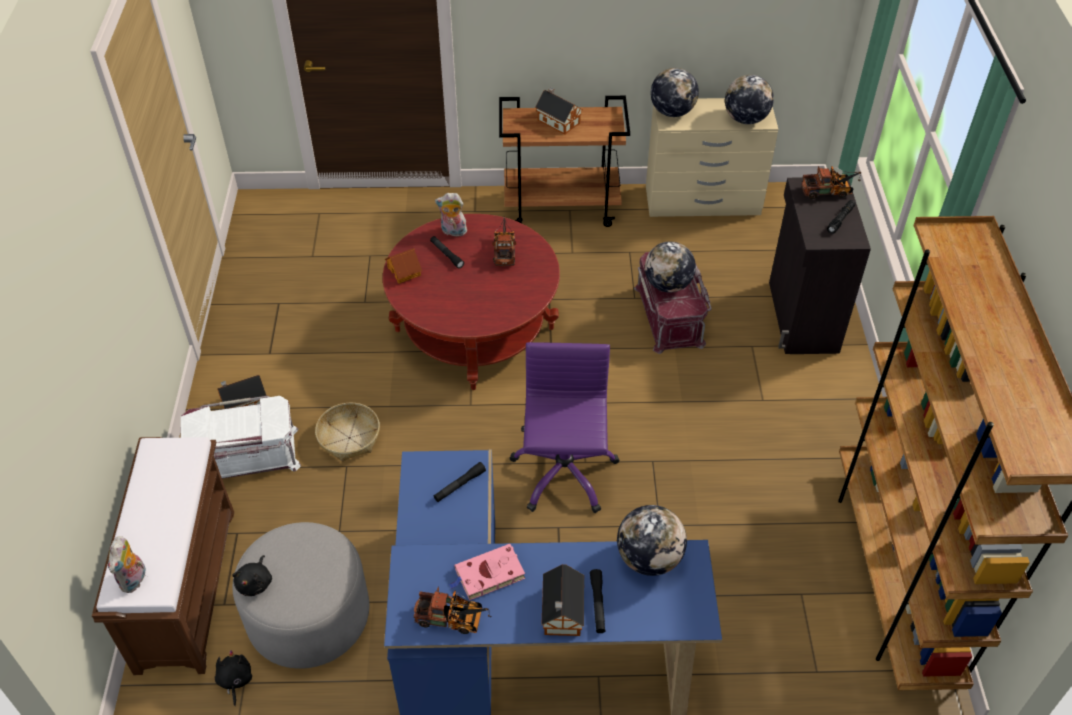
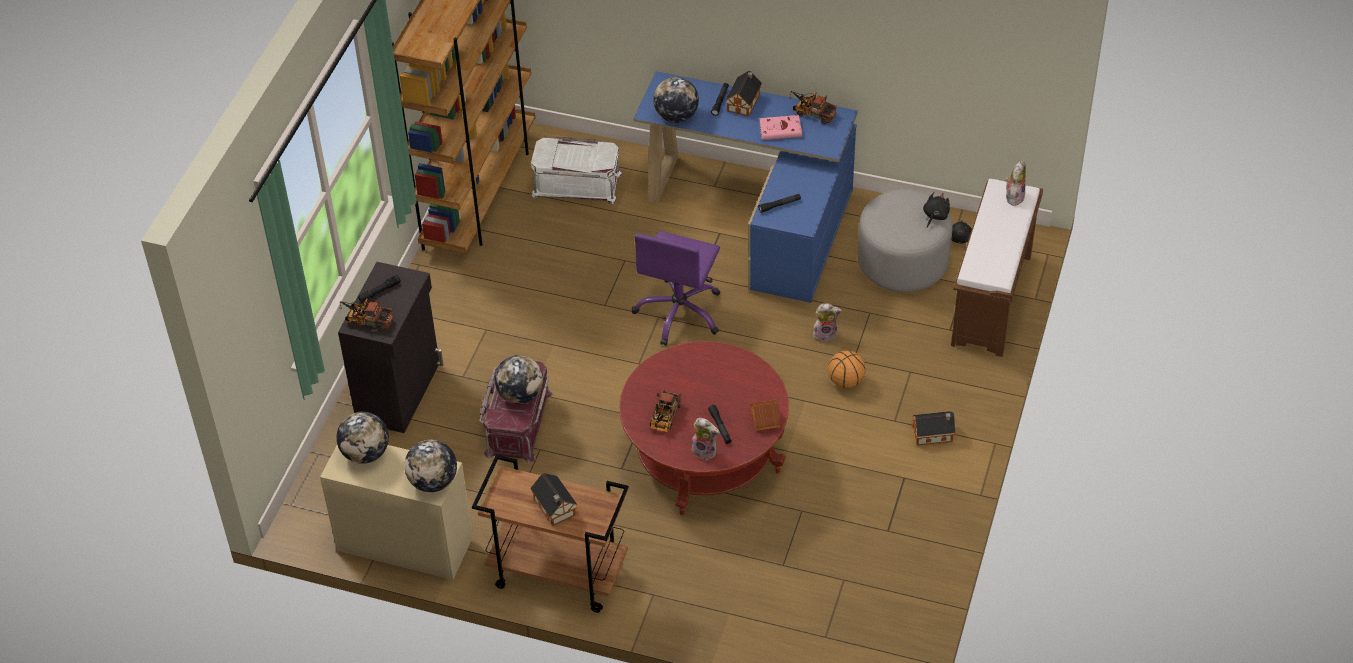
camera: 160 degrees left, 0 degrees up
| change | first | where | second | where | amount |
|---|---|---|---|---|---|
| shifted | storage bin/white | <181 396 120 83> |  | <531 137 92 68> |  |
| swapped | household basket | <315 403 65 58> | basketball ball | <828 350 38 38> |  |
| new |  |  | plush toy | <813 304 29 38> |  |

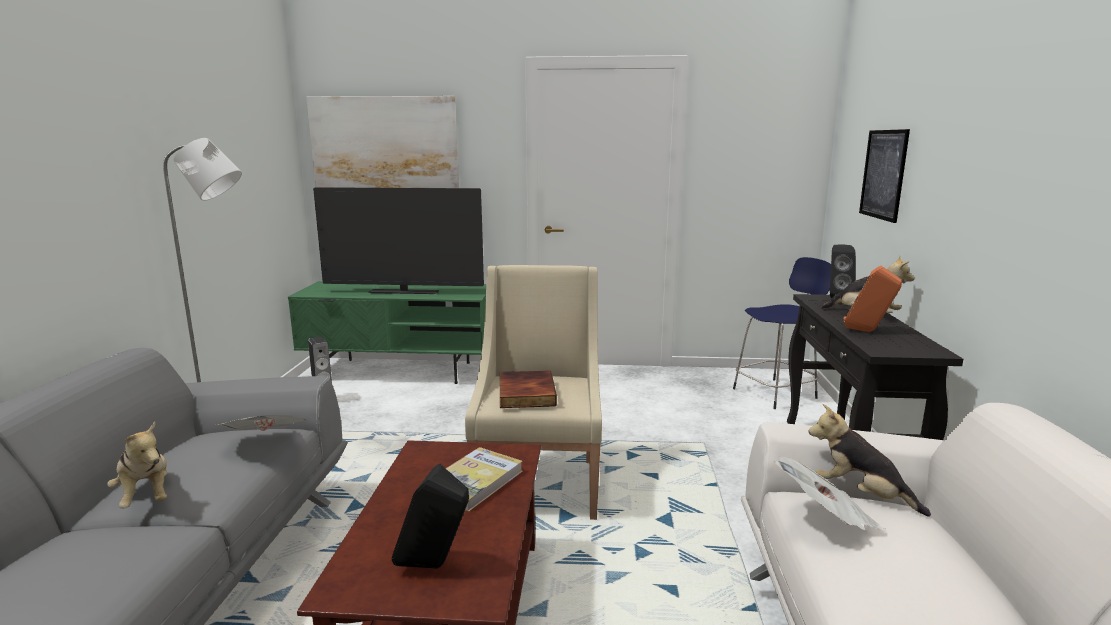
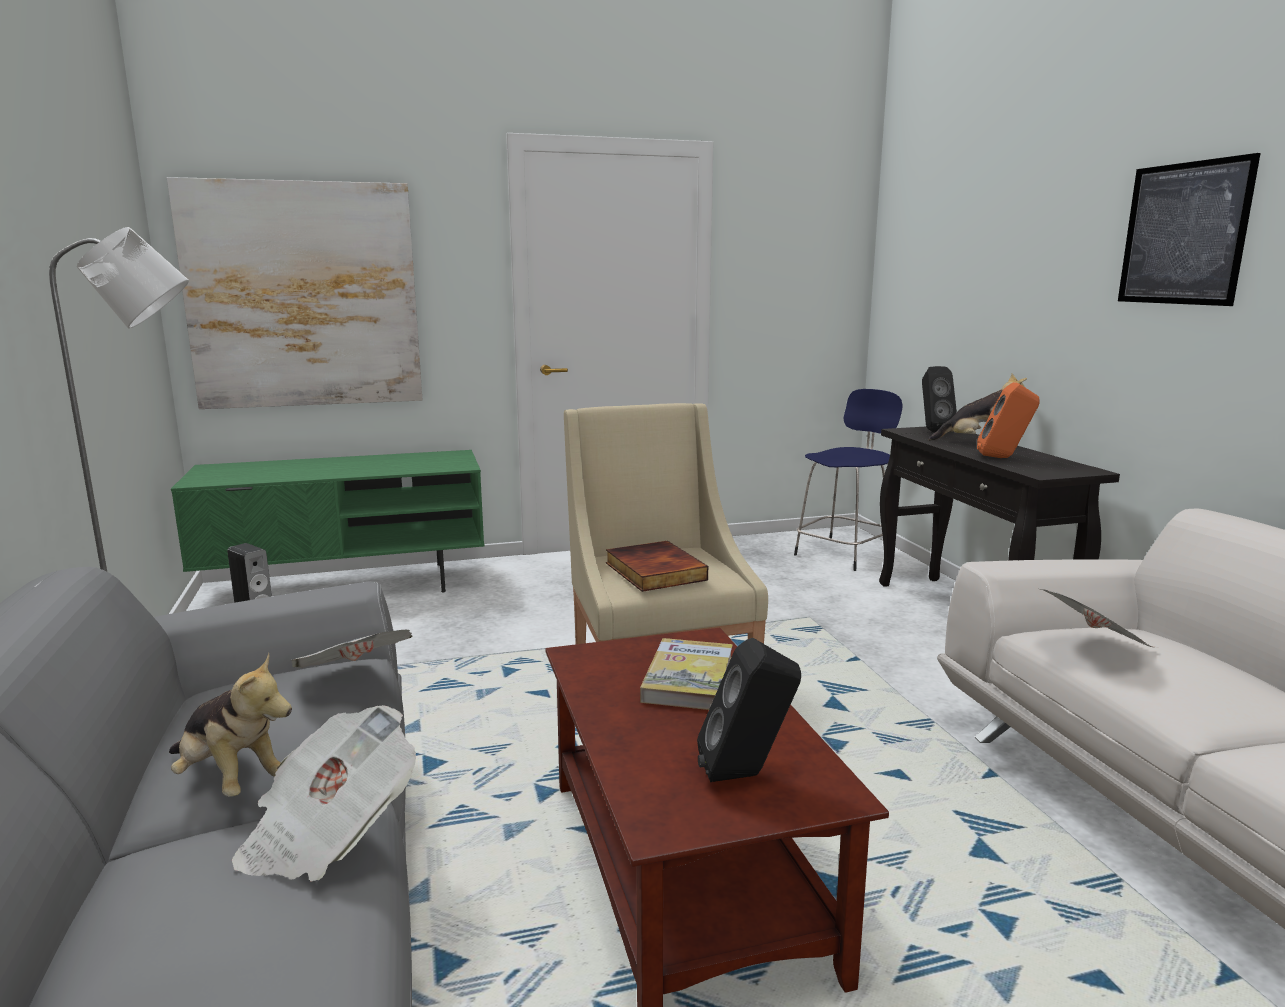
camera: 20 degrees left, 0 degrees up
| change | first | where | second | where | amount |
|---|---|---|---|---|---|
| shifted | wall art | <859 129 51 94> |  | <1118 153 143 153> |  |
| gone | TV set | <313 187 171 107> |  |  |  |
| gone | plush toy | <808 404 123 113> |  |  |  |
| new |  |  | printed paper | <232 705 184 177> |  |

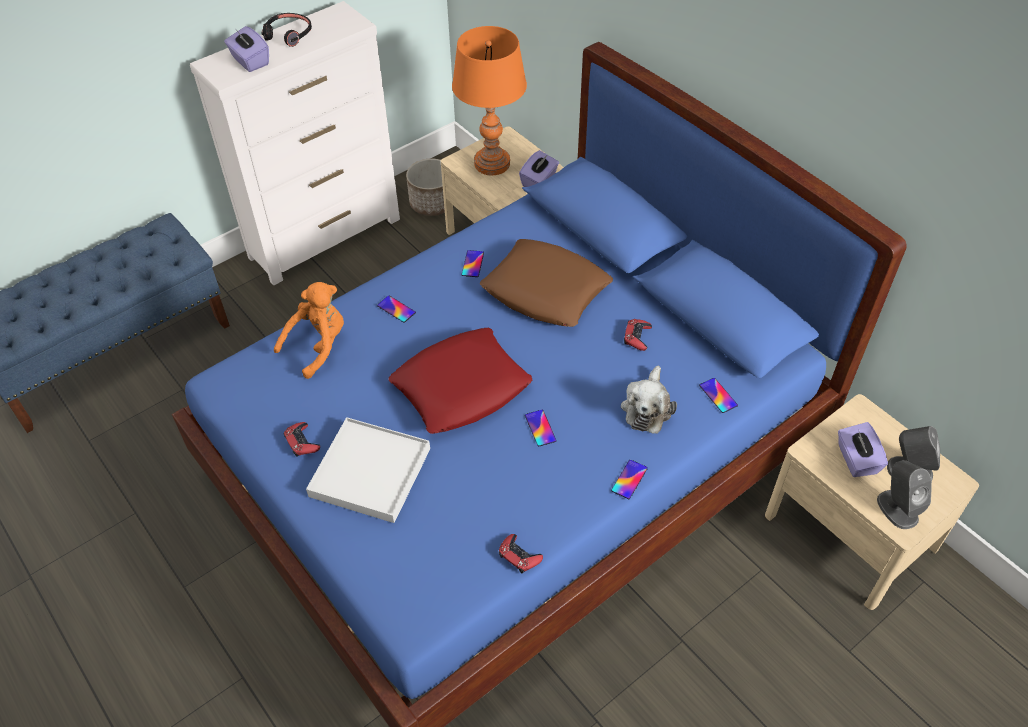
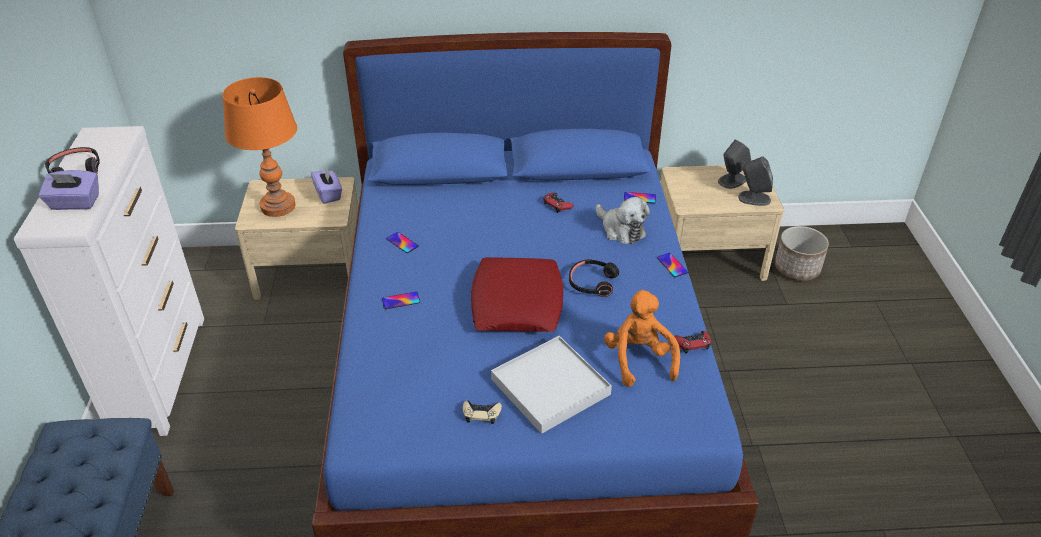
camera: 55 degrees left, 10 degrees down
| change | first | where | second | where | amount |
|---|---|---|---|---|---|
| shifted | plant pot | <406 159 48 57> |  | <775 226 54 55> |  |
| gone | cushion/brownish | <480 239 133 88> |  |  |  |
| shifted | plush toy/orange-coloured | <274 282 70 97> |  | <604 290 76 97> |  |
| swapped | phone | <525 410 32 36> | headset/black-coloured | <569 259 50 38> |  |
| repainted | game controller/red-coloured | <283 422 37 35> | game controller/beige-coloured | <463 400 39 24> |  |
| gone | box of tissues/purple-coloured | <838 422 50 55> |  |  |  |

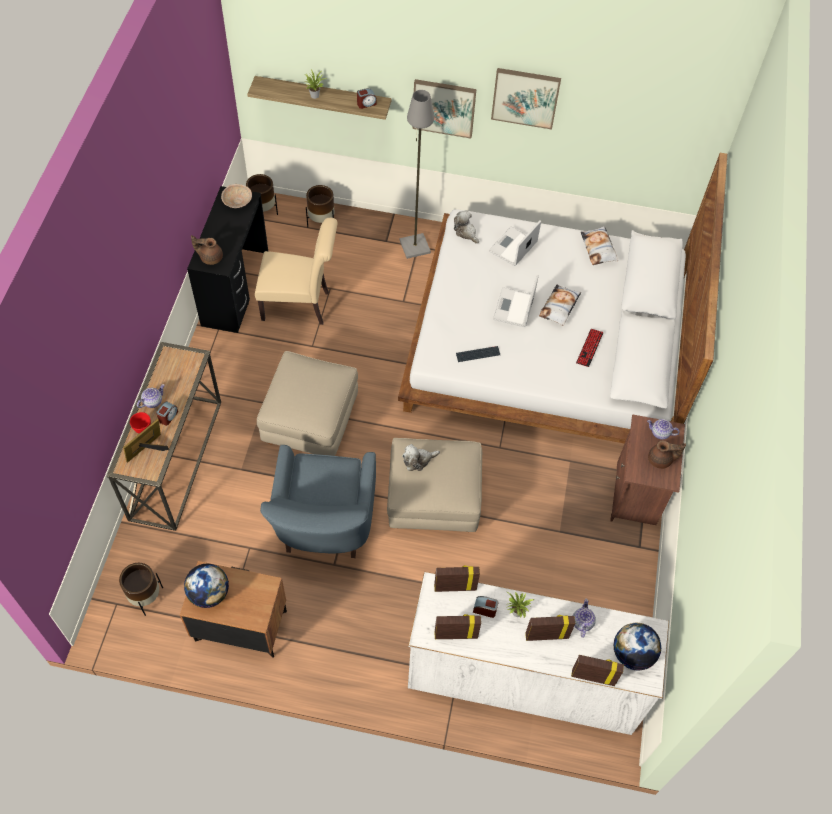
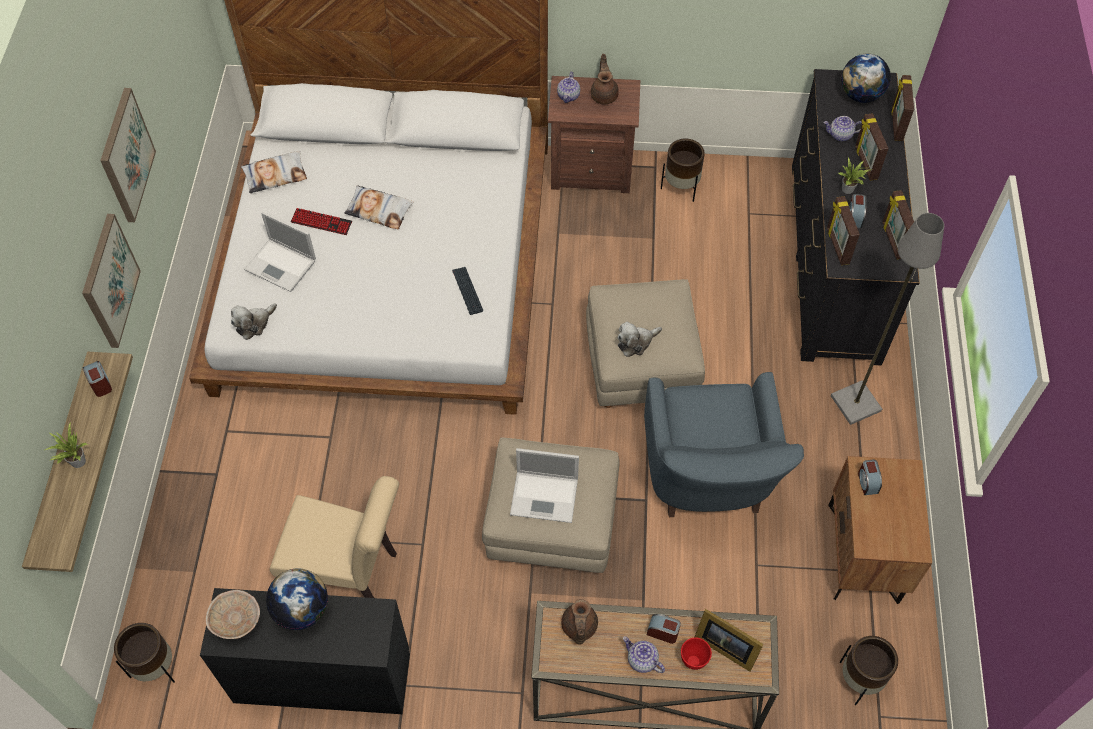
camera: 95 degrees left, 0 degrees up
| change | first | where | second | where | amount |
|---|---|---|---|---|---|
| shifted | standing lamp/grey | <400 90 34 169> |  | <831 213 113 212> |  |
| shifted | plant pot/brownish | <306 185 29 42> |  | <661 138 44 64> |  |
| rotated | upright chair/beige-coloured | <255 218 83 107> |  | <270 476 129 122> | 105 degrees clockwise |
| shifted | pot for tea/brownish | <191 235 32 30> |  | <562 599 36 45> |  |
| shifted | laptop | <493 275 46 52> |  | <510 448 69 75> |  |
| shifted | keyboard | <576 329 28 38> |  | <291 208 61 27> |  |
| rotated | plush toy | <402 444 38 27> |  | <618 322 44 35> | 90 degrees clockwise |
| rotated | lounge chair/bluish | <260 445 116 113> |  | <644 372 160 145> | 90 degrees clockwise |
| shifted | globe | <184 563 45 45> |  | <266 568 62 62> |  |
| repainted | dresser/white | <408 572 261 163> | dresser/black-coloured | <792 69 128 297> |  |
| new |  |  | alarm clock | <858 459 24 36> |  |

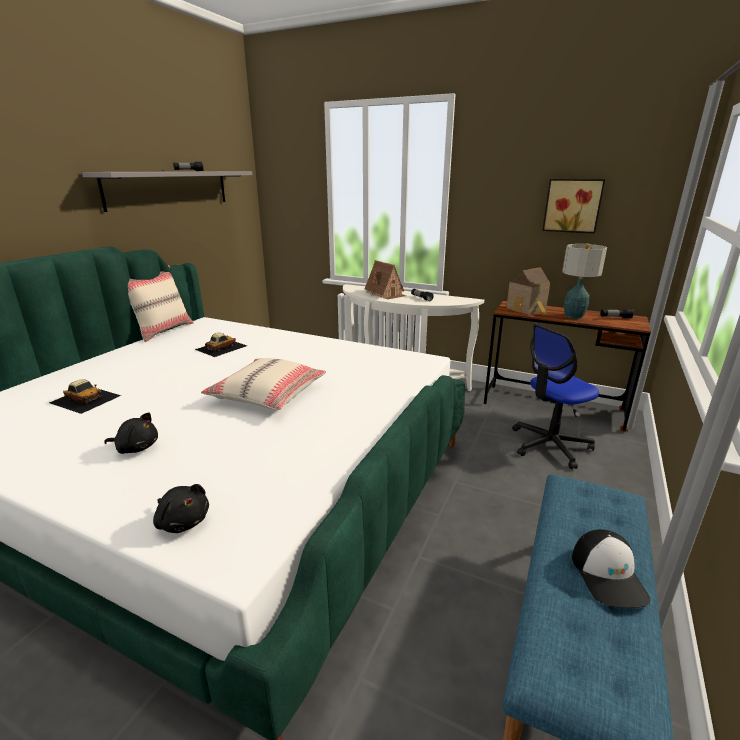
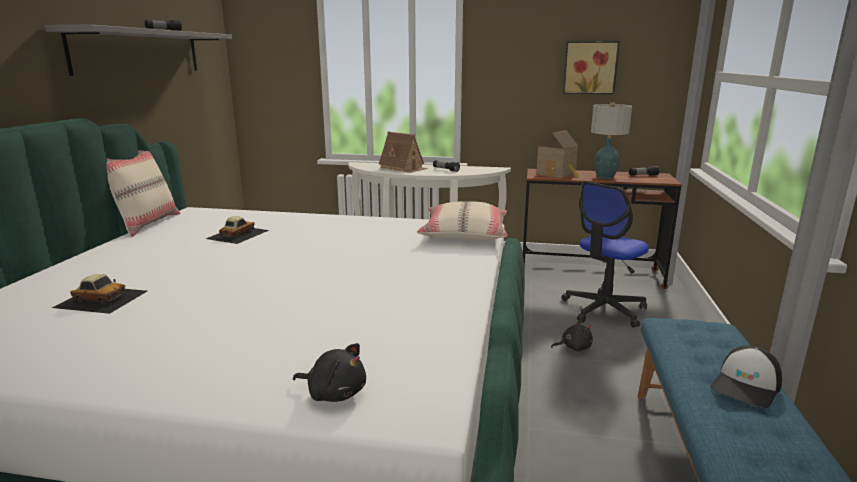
camera: 15 degrees left, 5 degrees down
| change | first | where | second | where | amount |
|---|---|---|---|---|---|
| shifted | cushion/beige-coloured | <201 358 125 52> |  | <417 201 90 40> |  |
| shifted | plush toy/black-coloured | <104 412 54 42> |  | <551 320 42 32> |  |
| rotated | peaked cap | <572 529 79 79> |  | <711 345 71 63> | 60 degrees clockwise |

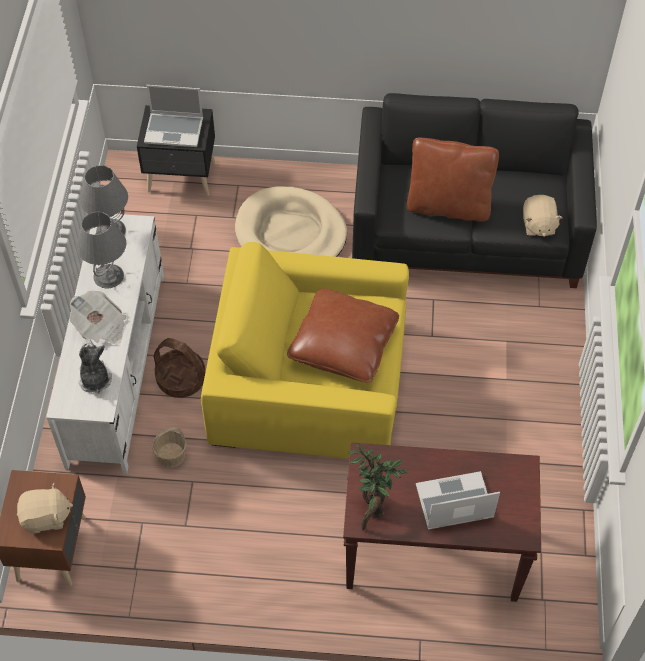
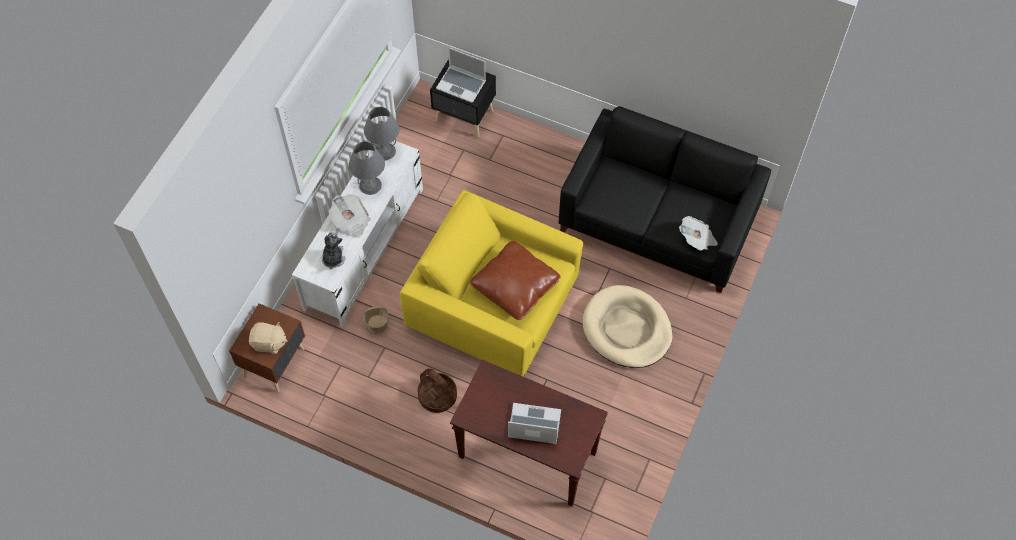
camera: 20 degrees right, 5 degrees up
| change | first | where | second | where | amount |
|---|---|---|---|---|---|
| gone | cushion/brownish | <407 138 92 84> |  |  |  |
| shifted | dog cushion/beige-coloured | <235 186 112 71> |  | <583 285 89 83> |  |
| swapped | plush toy/beige-coloured | <523 195 39 42> | printed paper | <679 216 39 35> |  |
| shifted | household basket | <154 338 52 60> |  | <418 369 39 44> |  |
| gone | potted plant | <348 444 60 86> |  |  |  |

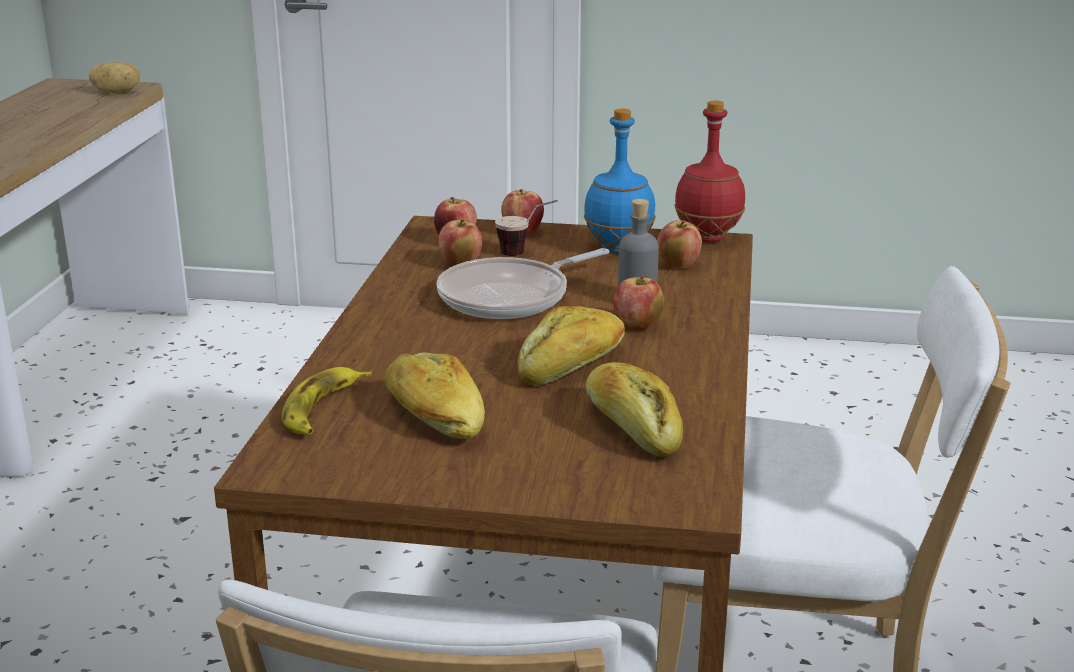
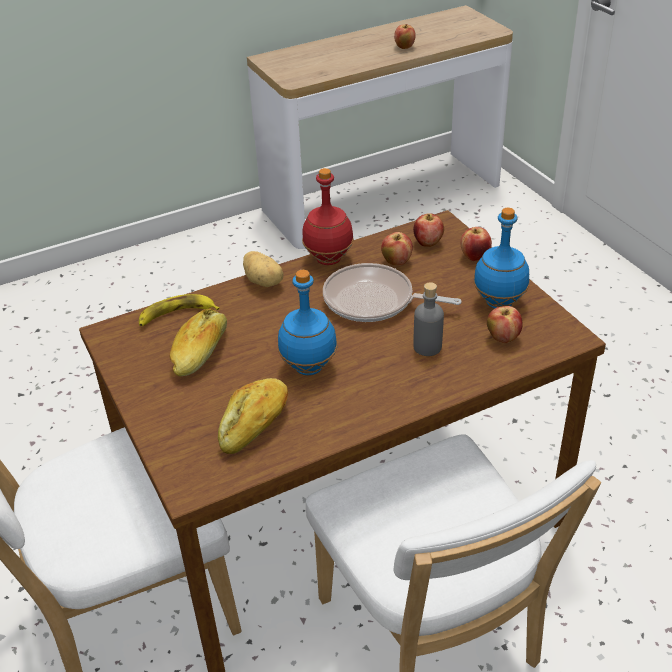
camera: 55 degrees right, 15 degrees up
| change | first | where | second | where | amount |
|---|---|---|---|---|---|
| shifted | whole potato | <89 62 51 32> |  | <243 251 41 36> |  |
| shifted | bottle/red-coloured | <674 100 71 142> |  | <302 168 52 97> |  |
| gone | drinking cup | <495 200 63 56> |  |  |  |
| shifted | whole apple | <613 276 51 54> |  | <394 24 22 25> |  |
| swapped | baked bread | <518 306 107 80> | bottle/bluish | <278 270 59 105> |  |

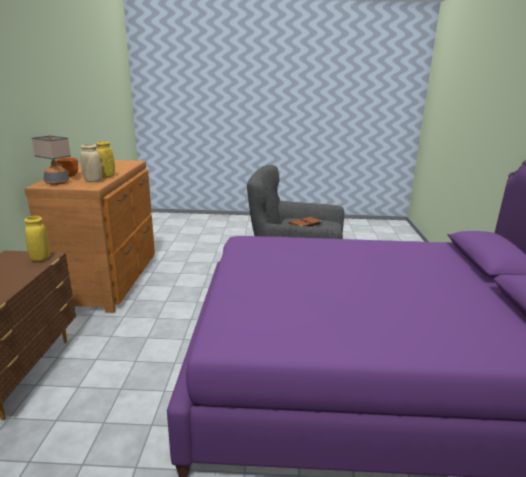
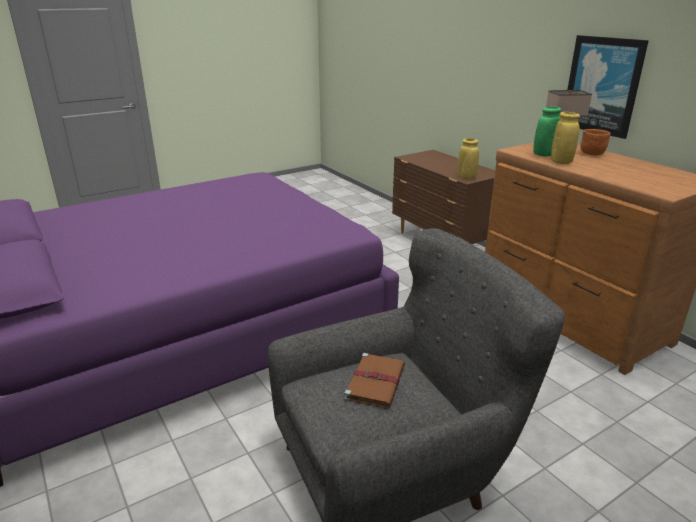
camera: 145 degrees right, 5 degrees up
| change | first | where | second | where | amount |
|---|---|---|---|---|---|
| repainted | decorative vase/beige-coloured | <80 144 22 38> | decorative vase/greenish | <533 107 28 49> |  |
| new |  |  | wall art | <567 35 82 104> |  |

